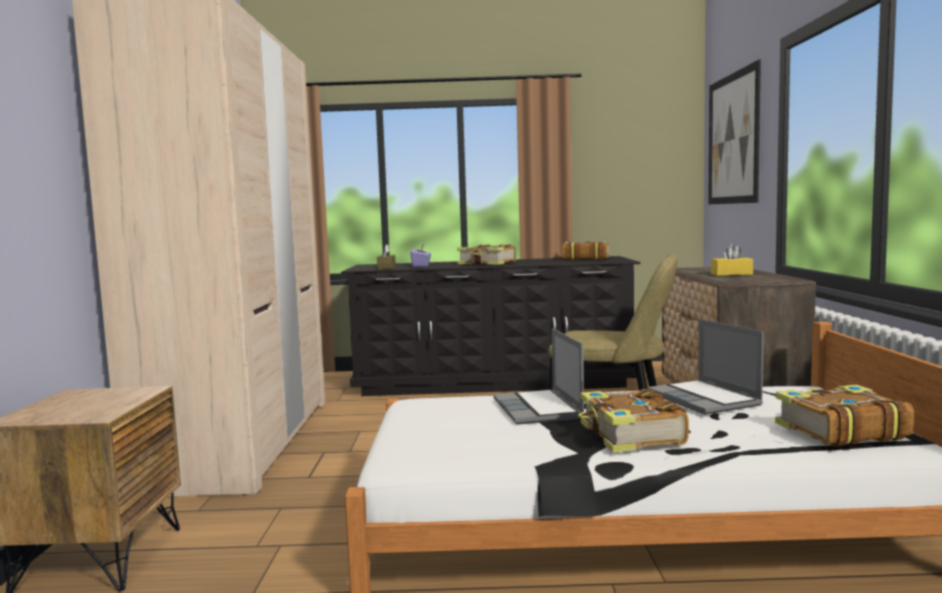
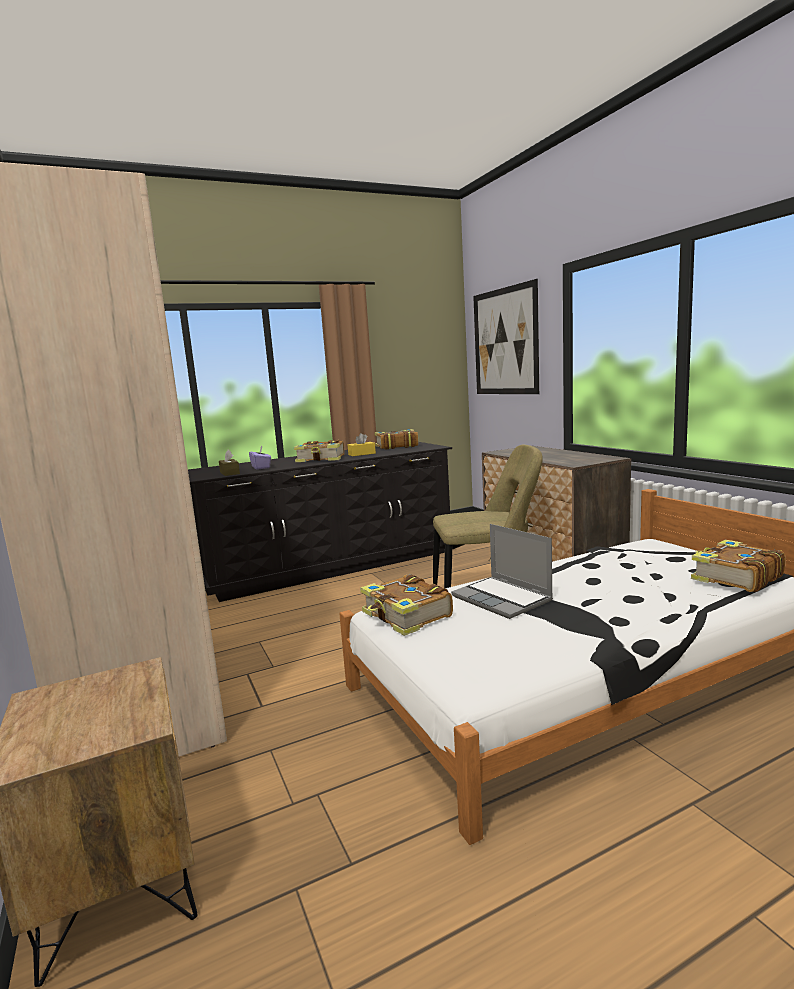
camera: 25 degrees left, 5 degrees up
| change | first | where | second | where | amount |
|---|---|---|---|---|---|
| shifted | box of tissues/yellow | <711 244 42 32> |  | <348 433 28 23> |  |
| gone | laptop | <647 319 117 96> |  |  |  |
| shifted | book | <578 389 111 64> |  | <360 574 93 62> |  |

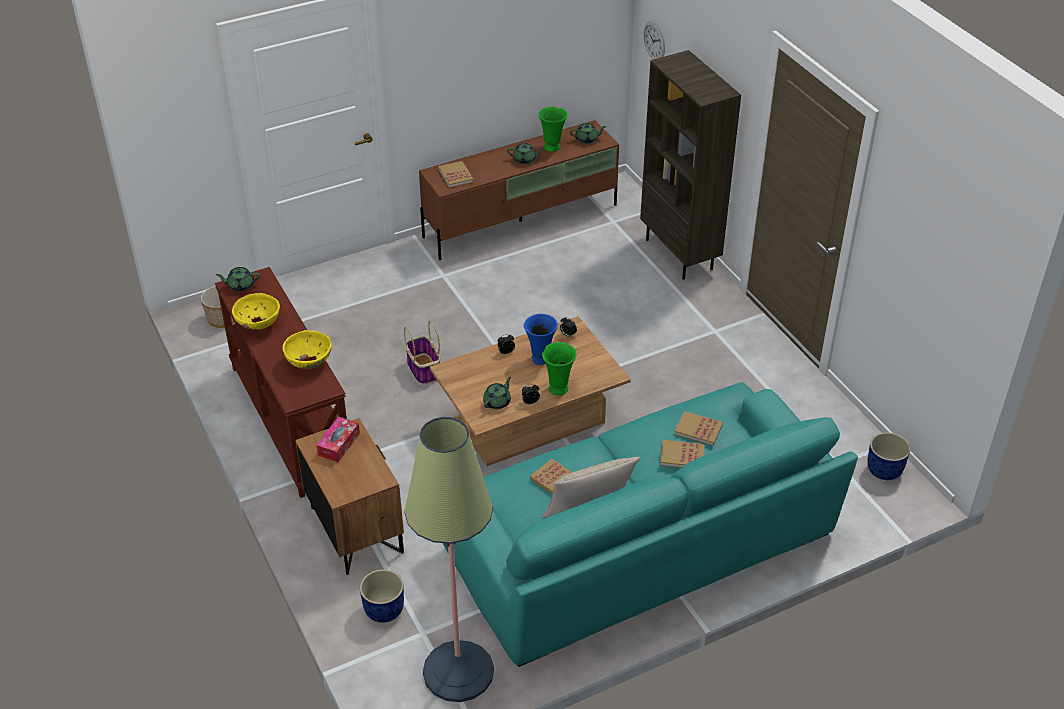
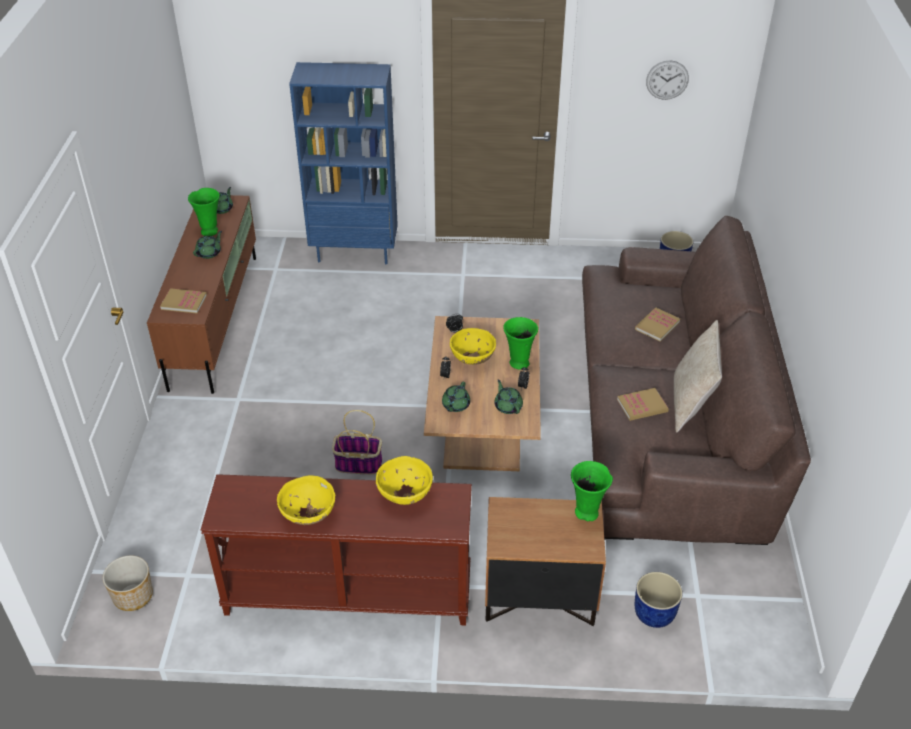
camera: 60 degrees left, 0 degrees up
| change | first | where | second | where | amount |
|---|---|---|---|---|---|
| shifted | clock on the wall | <644 21 21 39> |  | <646 61 43 39> |  |
| repainted | shelving unit/brownish | <640 50 101 230> | shelving unit/bluish | <289 62 109 202> |  |
| shifted | pot for tea/greenish | <216 267 44 25> |  | <442 382 28 30> |  |
| swapped | decorative vase/bluish | <524 314 34 51> | serving bowl/yellow | <450 328 46 37> |  |
| repainted | couch/blue-green | <443 382 415 285> | couch/brownish | <582 216 229 329> |  |
| gone | book | <674 411 49 35> |  |  |  |
| gone | box of tissues | <316 417 44 45> |  |  |  |
| gone | standing lamp | <404 417 90 285> |  |  |  |
| new |  |  | decorative vase/greenish | <571 461 42 60> |  |

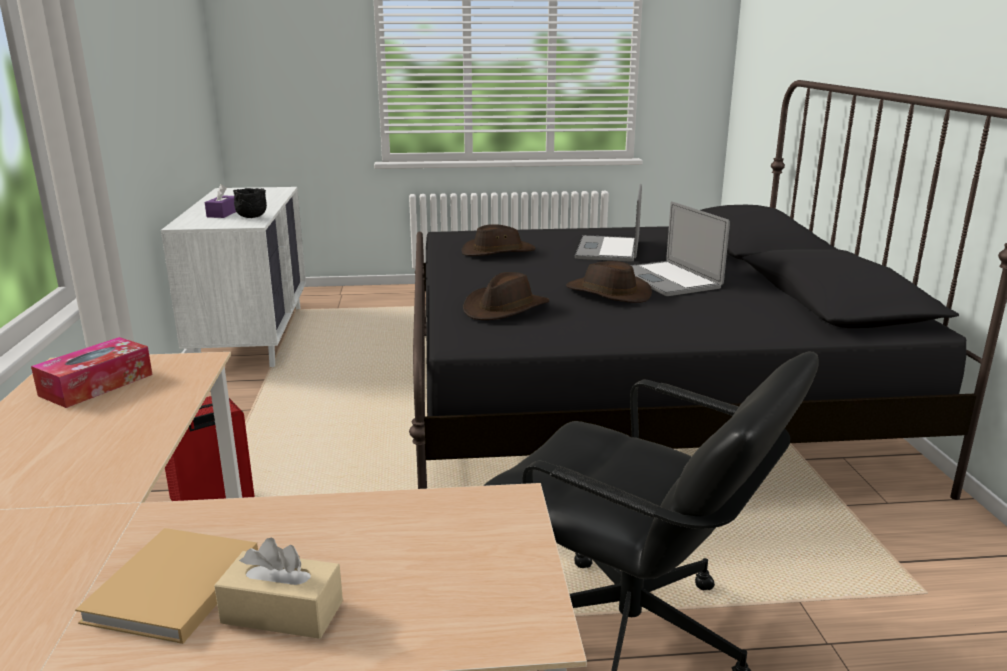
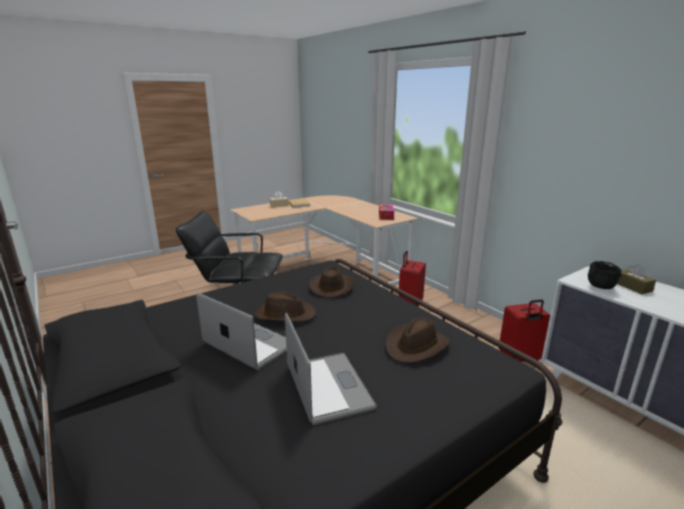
camera: 150 degrees right, 0 degrees up
| change | first | where | second | where | amount |
|---|---|---|---|---|---|
| repainted | box of tissues/purple-coloured | <205 184 31 34> | box of tissues/brownish | <617 264 39 30> |  |
| new |  |  | suitcase/red-coloured | <499 299 51 63> |  |

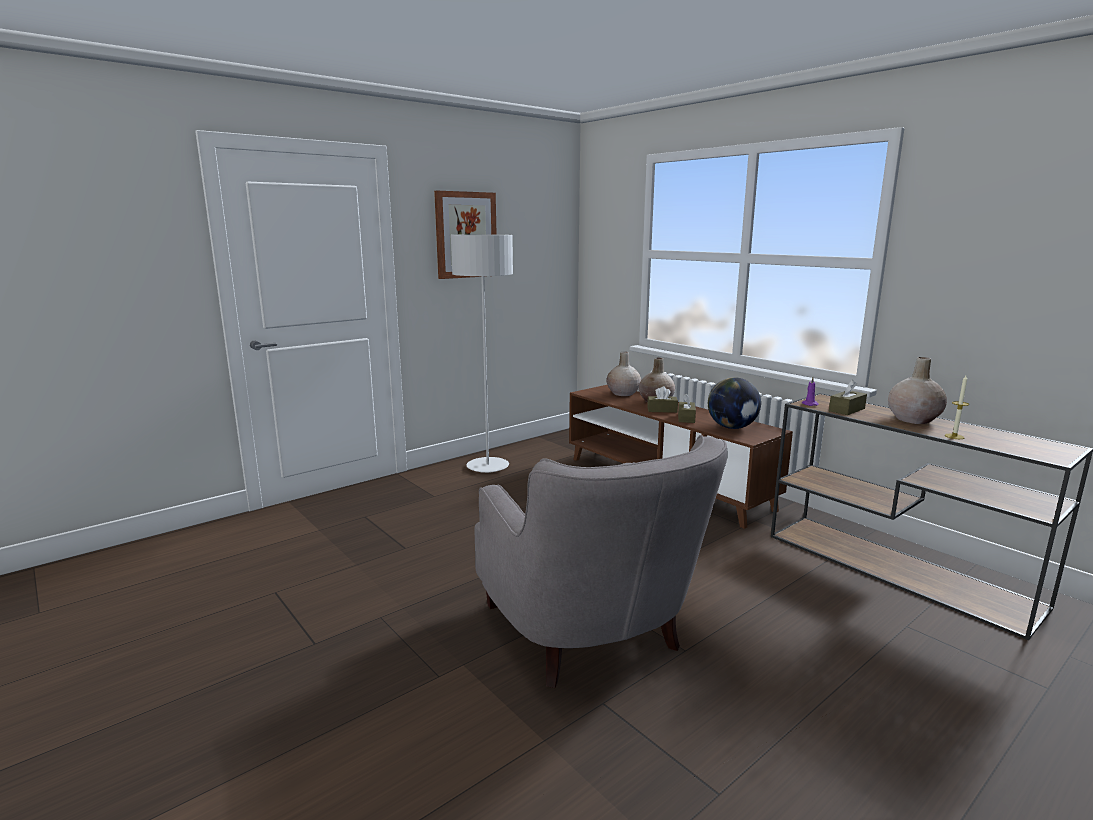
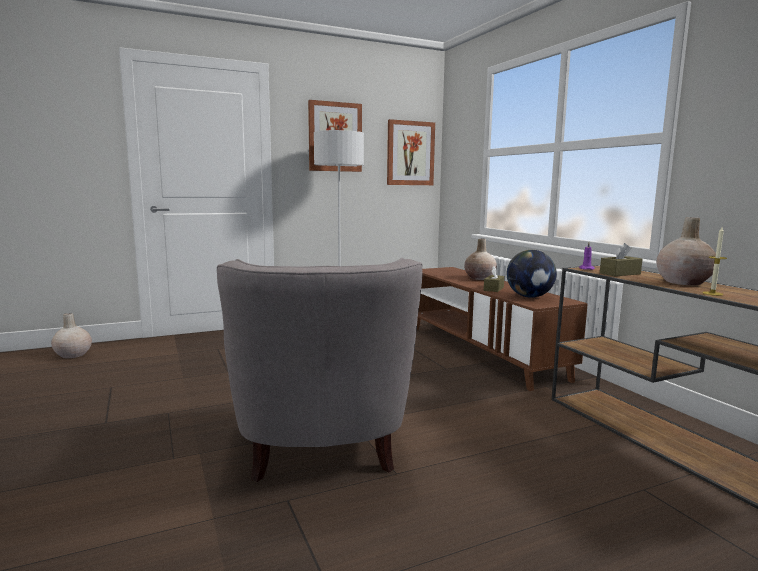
camera: 15 degrees right, 5 degrees down
| change | first | where | second | where | amount |
|---|---|---|---|---|---|
| shifted | decorative vase/beige-coloured | <607 352 34 44> |  | <51 313 41 45> |  |
| gone | box of tissues/brownish | <647 386 31 27> |  |  |  |
| new |  |  | wall art | <387 119 48 66> |  |

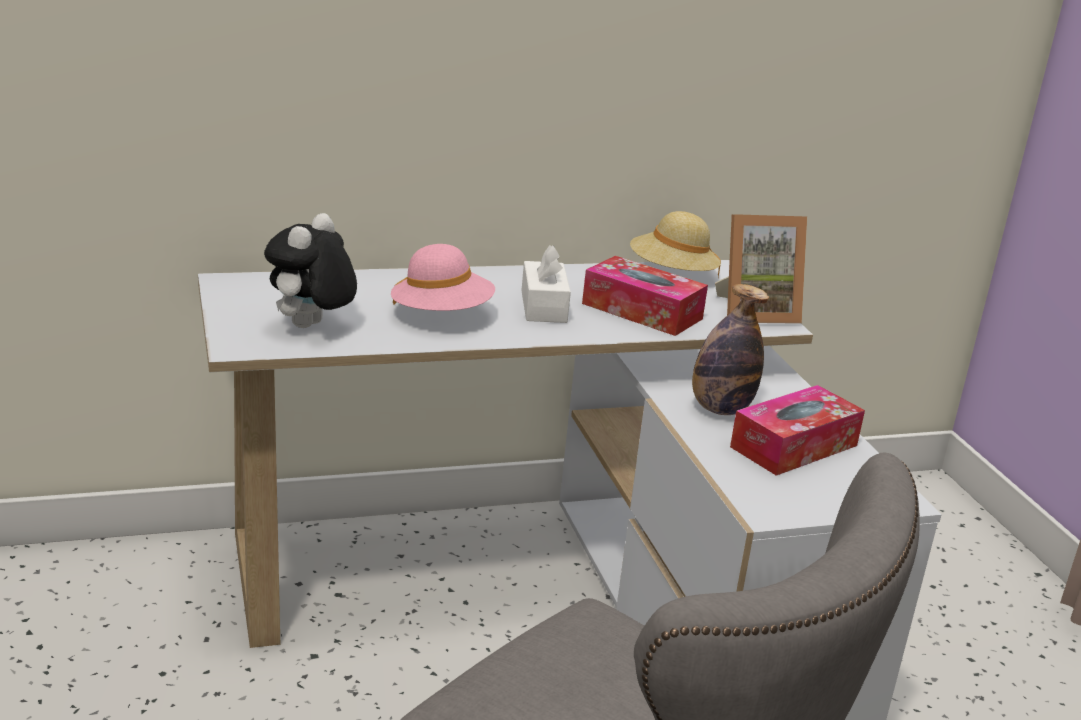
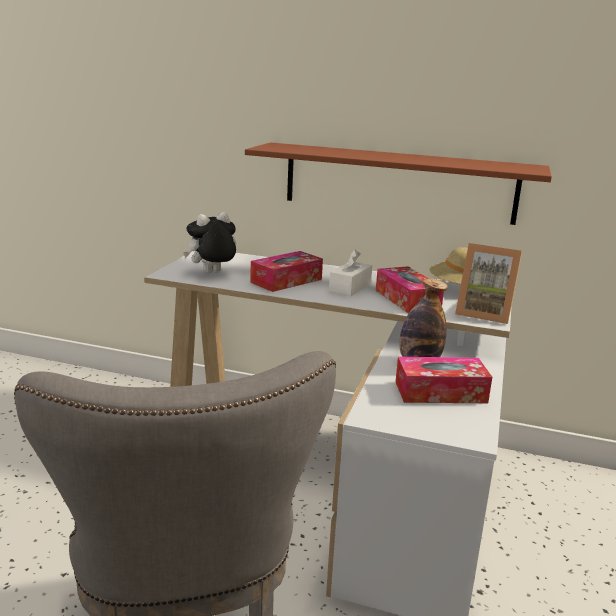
camera: 35 degrees right, 5 degrees down
| change | first | where | second | where | amount |
|---|---|---|---|---|---|
| swapped | wearable hat/pink-coloured | <391 244 104 67> | box of tissues | <250 251 73 41> |  |
| new |  |  | bracket shelf/brownish | <245 142 307 83> |  |

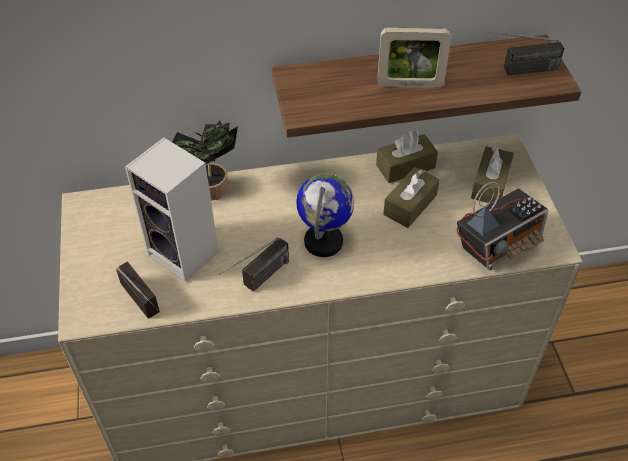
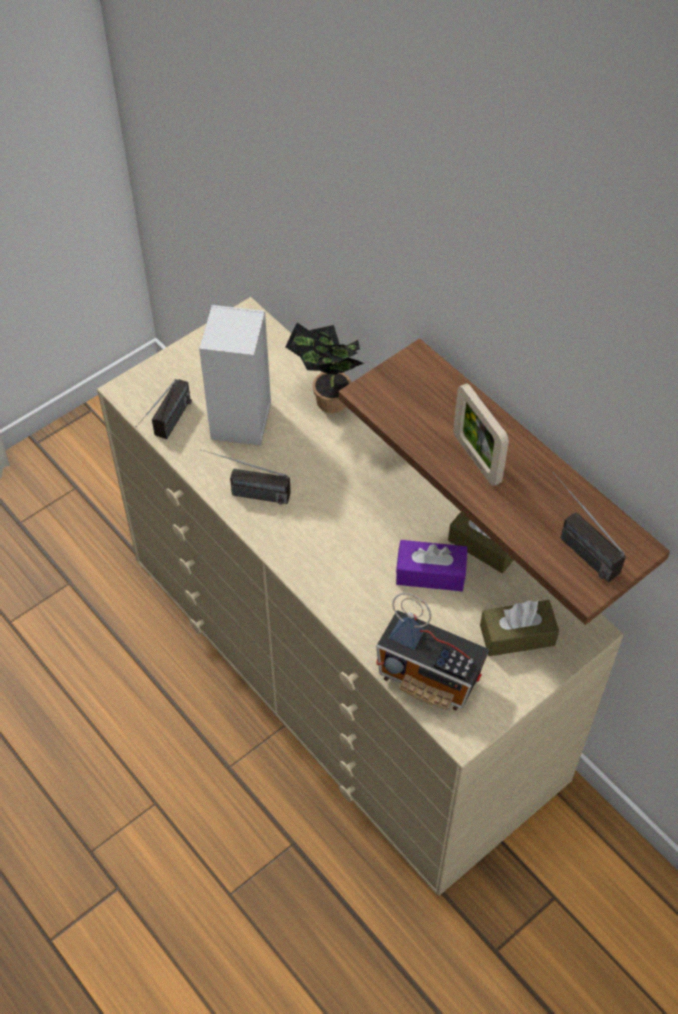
camera: 60 degrees right, 5 degrees up
| change | first | where | second | where | amount |
|---|---|---|---|---|---|
| repainted | box of tissues/brownish | <383 167 57 61> | box of tissues/purple-coloured | <396 540 71 51> |  |
| gone | globe | <296 174 58 83> |  |  |  |

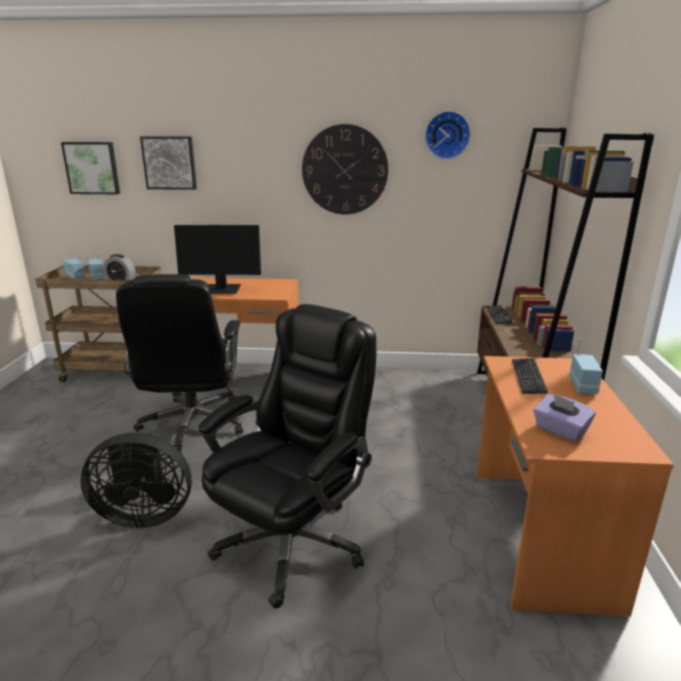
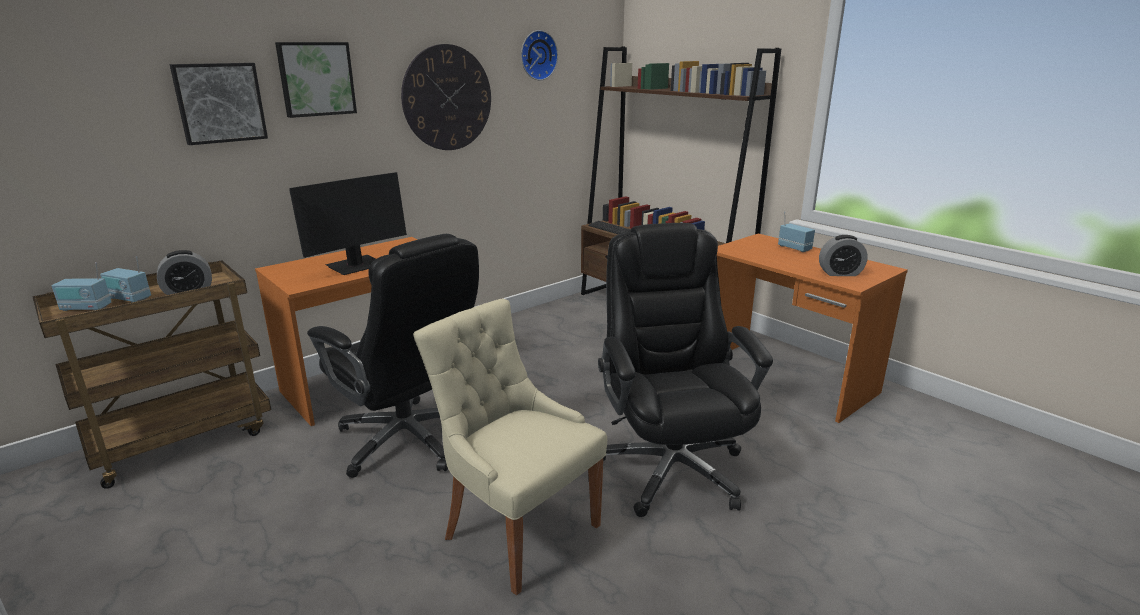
camera: 45 degrees left, 0 degrees up
| change | first | where | second | where | amount |
|---|---|---|---|---|---|
| shifted | wall art | <61 142 59 52> |  | <275 42 82 76> |  |
| gone | keyboard | <512 358 36 36> |  |  |  |
| swapped | box of tissues/purple-coloured | <533 394 63 48> | alarm clock | <819 235 49 41> |  |
| swapped | cooling fan/black-coloured | <81 432 111 96> | upright chair/beige-coloured | <413 298 194 297> |  |

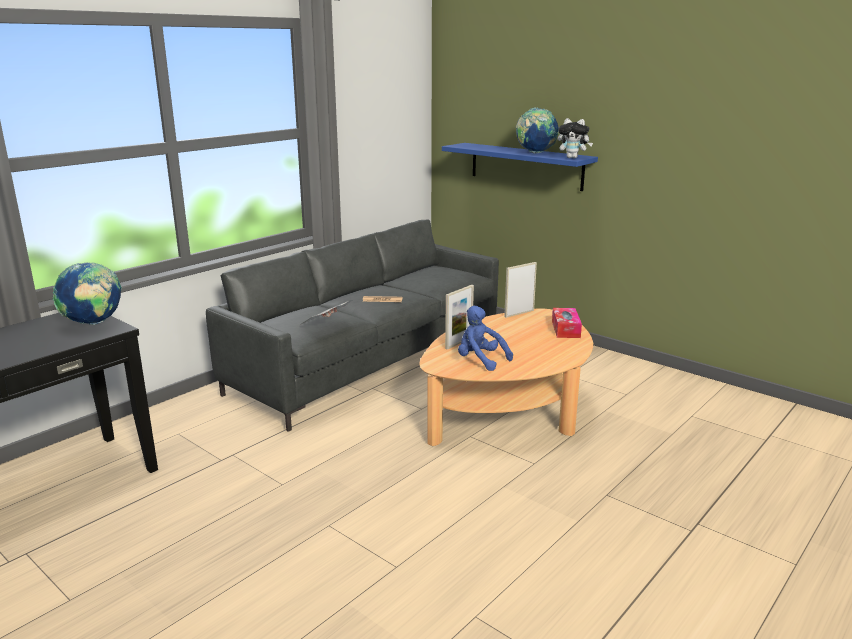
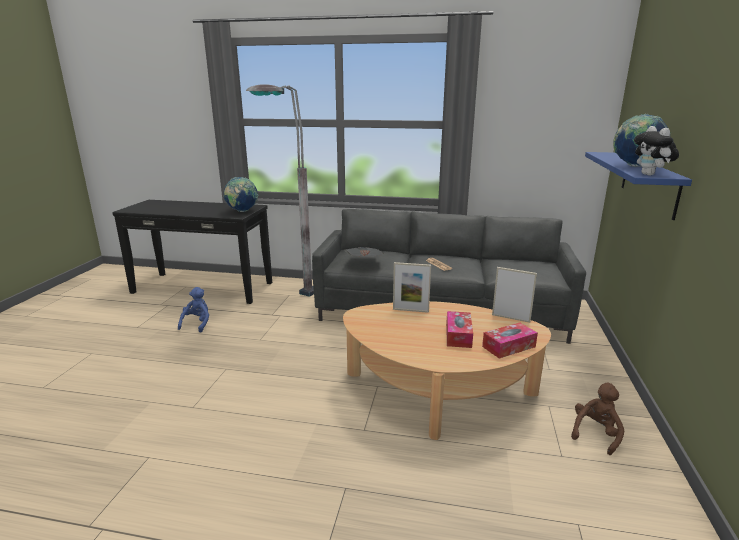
camera: 60 degrees right, 0 degrees up
| change | first | where | second | where | amount |
|---|---|---|---|---|---|
| shifted | plush toy/bluish | <458 306 55 65> |  | <178 287 31 46> |  |
| new |  |  | standing lamp/grey | <246 84 68 213> |  |
| new |  |  | box of tissues | <446 311 27 37> |  |
| new |  |  | plush toy/brownish | <571 383 53 72> |  |

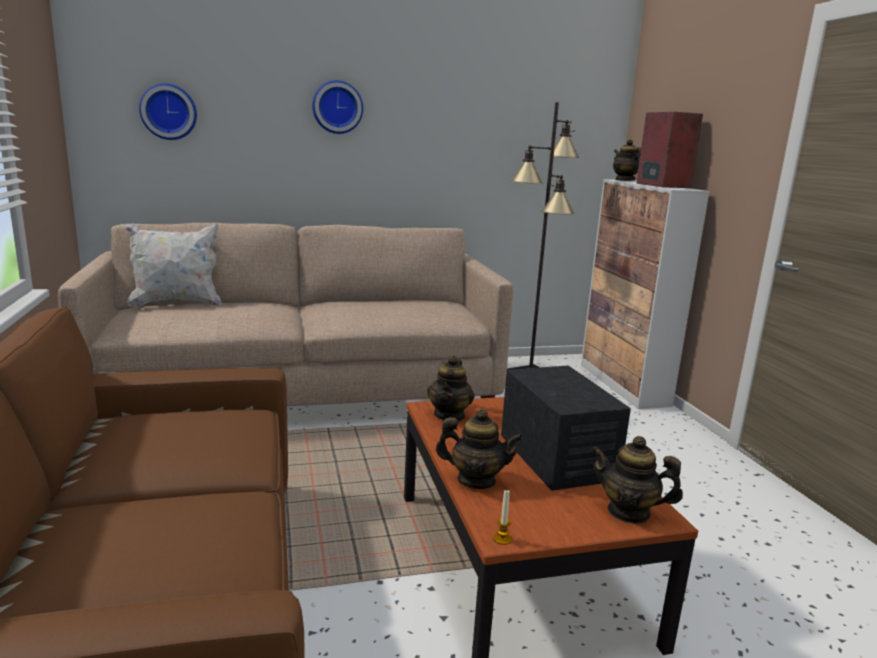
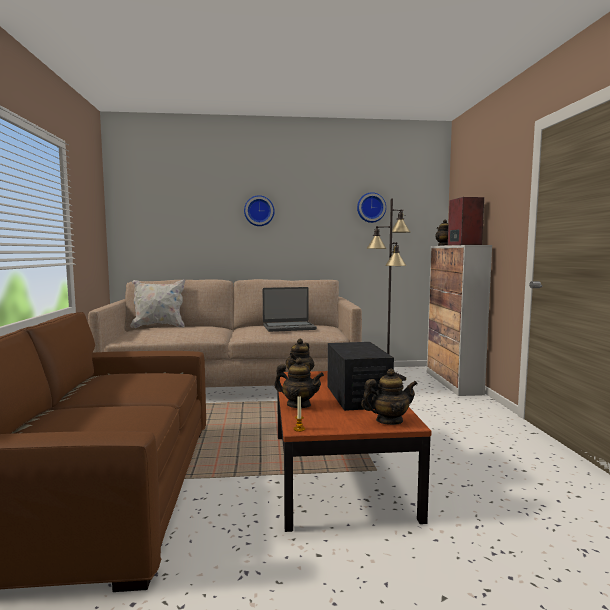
camera: 10 degrees right, 10 degrees down
| change | first | where | second | where | amount |
|---|---|---|---|---|---|
| shifted | clock on the wall | <139 83 58 57> |  | <357 192 29 31> |  |
| rotated | pot for tea | <591 436 92 88> |  | <361 369 57 56> | 135 degrees clockwise |
| new |  |  | laptop | <263 287 54 45> |  |

